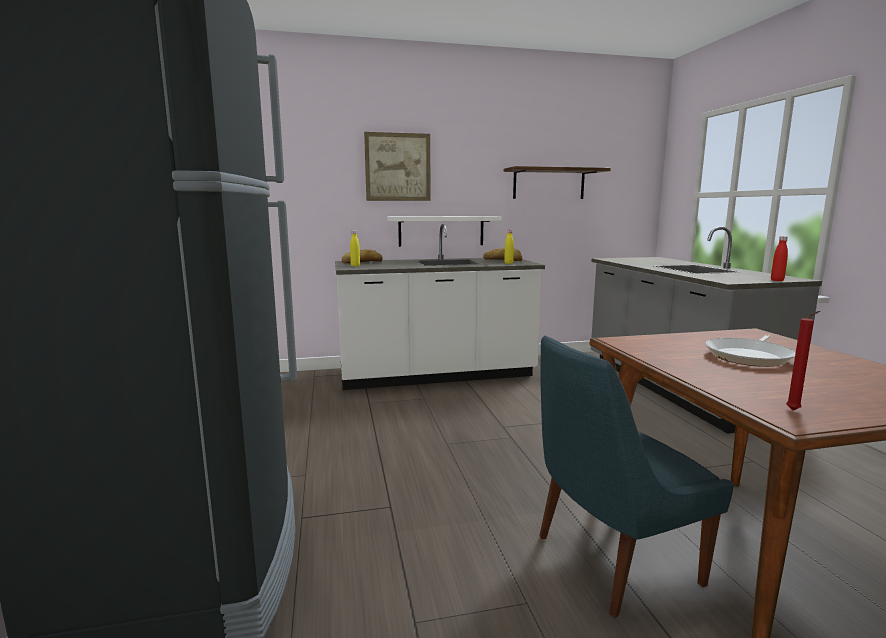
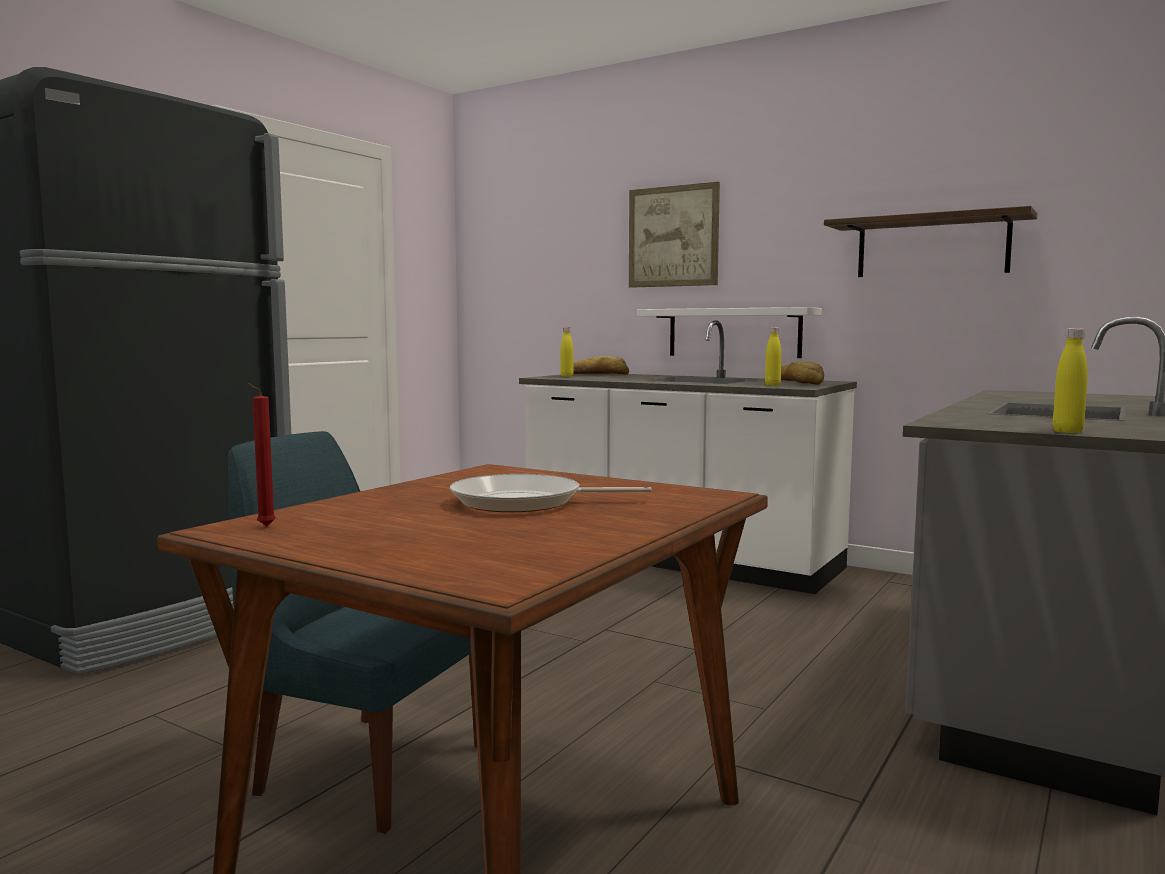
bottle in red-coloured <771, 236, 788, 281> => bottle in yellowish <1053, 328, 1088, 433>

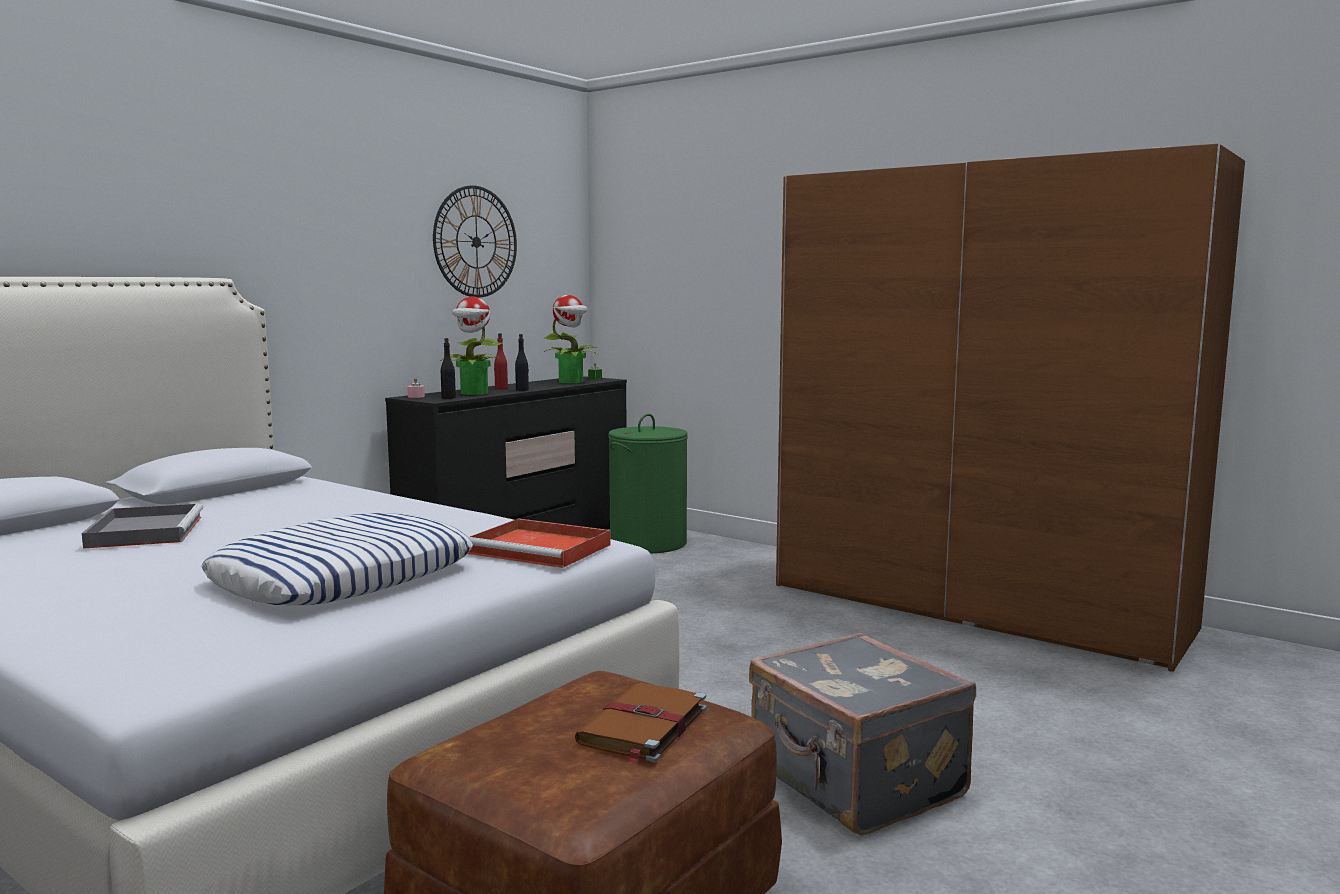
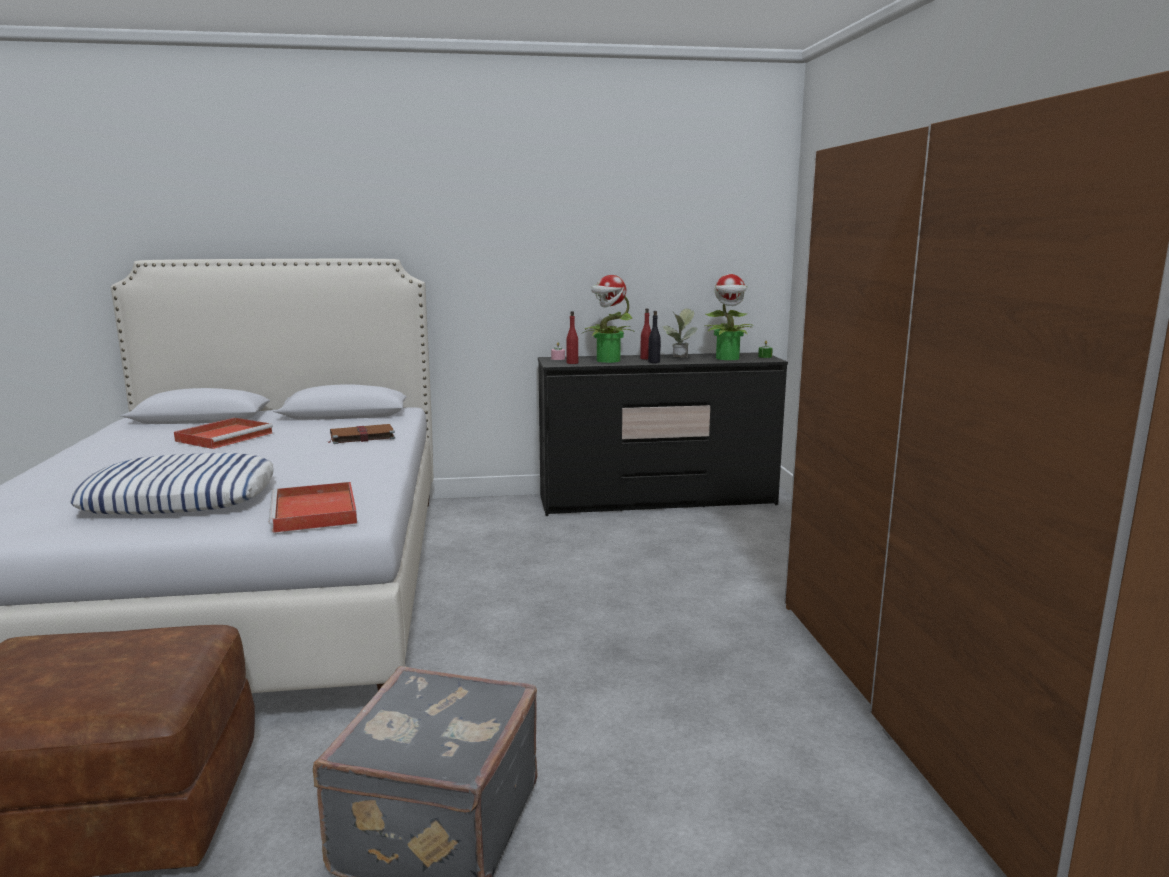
carrying tray in greyish <82, 503, 203, 549> => carrying tray in red-coloured <174, 418, 273, 449>
wall clock <433, 185, 517, 298> => nothing
bottle in black-coloured <441, 338, 456, 399> => bottle in red-coloured <566, 311, 578, 364>
book in brown <575, 682, 707, 765> => book in brown <328, 424, 395, 444>, move
laundry basket in greenish <608, 414, 688, 553> => nothing
nothing => potted plant <662, 308, 697, 358>

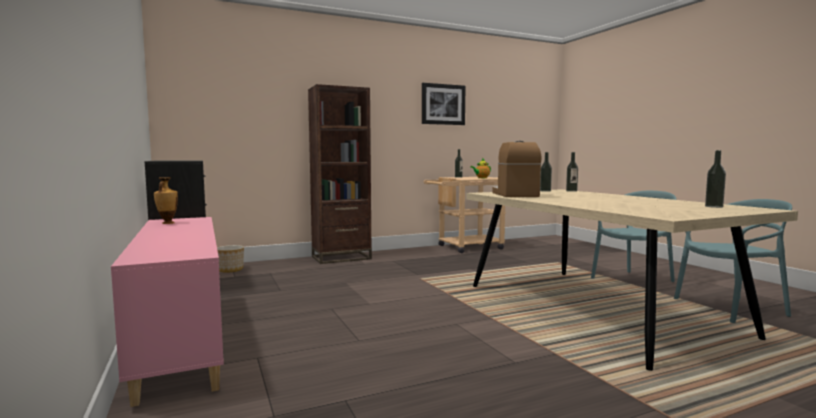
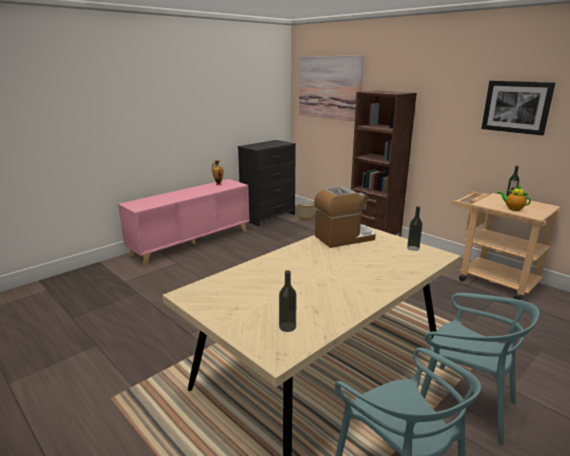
bottle <566, 152, 578, 192> => nothing
nothing => picture <299, 56, 364, 122>

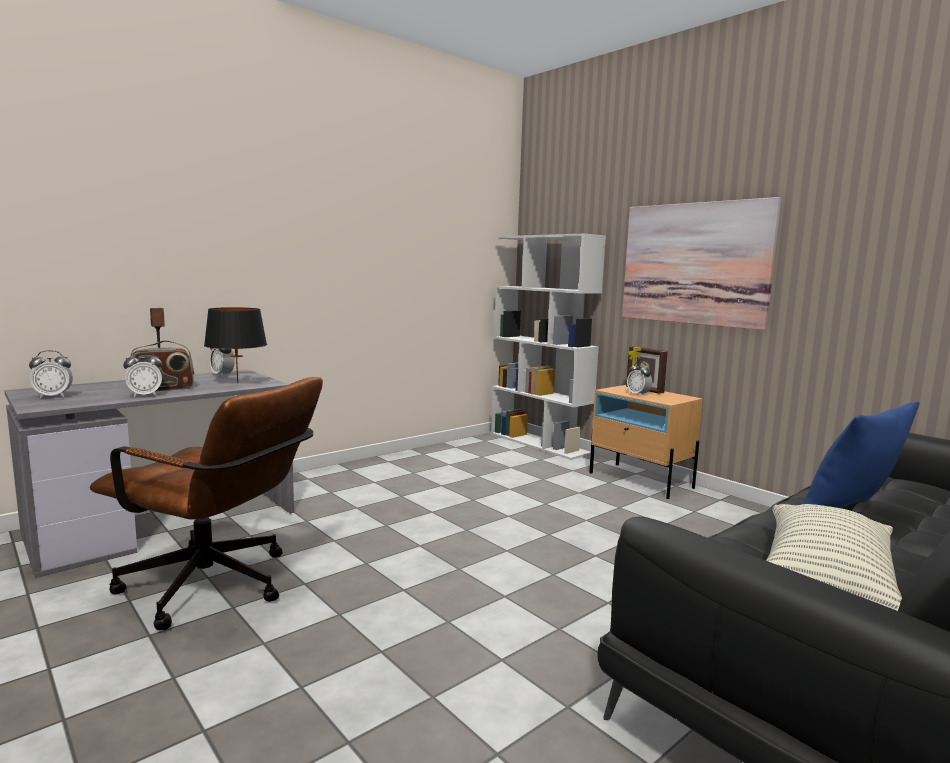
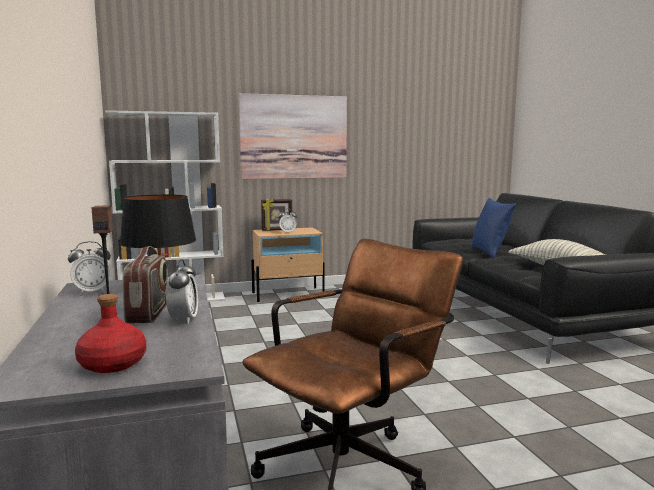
table clock <29, 350, 73, 398> => bottle in red-coloured <75, 294, 146, 373>

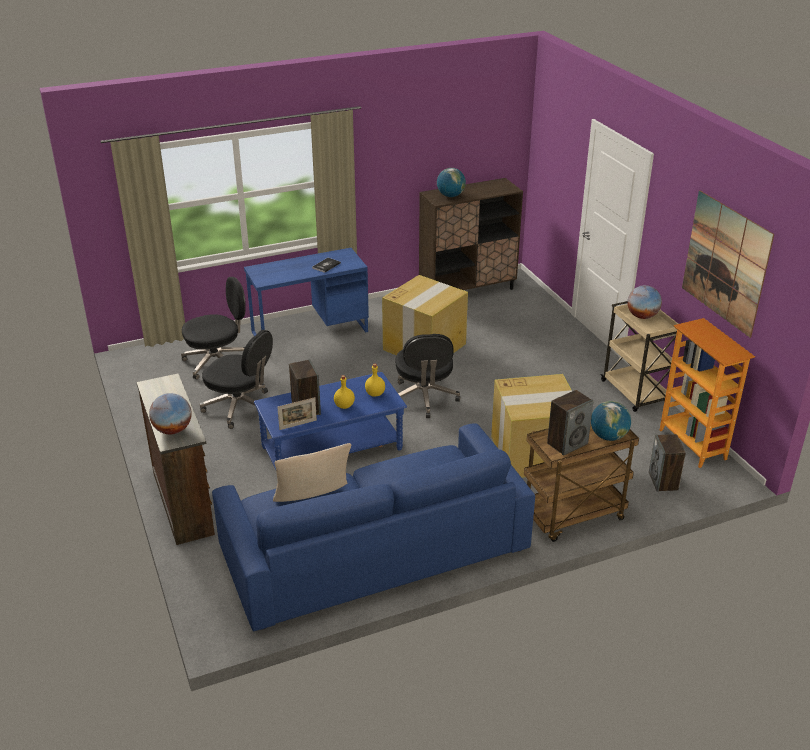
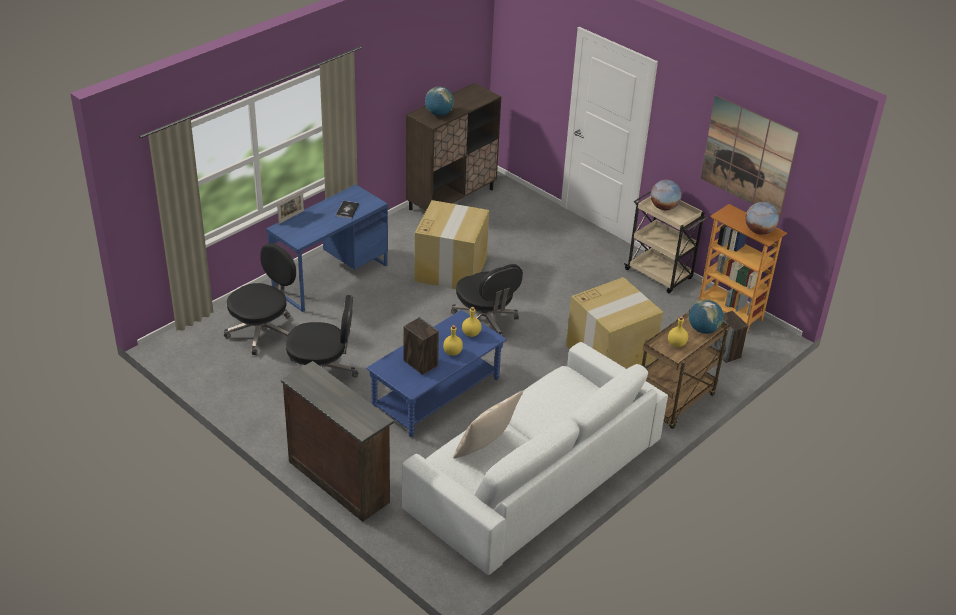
desk globe <149, 393, 192, 434> => desk globe <745, 202, 779, 235>, move
settee in blue-coloured <212, 423, 535, 631> => settee in white-coloured <402, 342, 668, 575>
picture frame <277, 397, 317, 430> => picture frame <277, 191, 304, 224>, move
audio speaker <547, 390, 594, 456> => bottle in yellowish <668, 316, 688, 347>

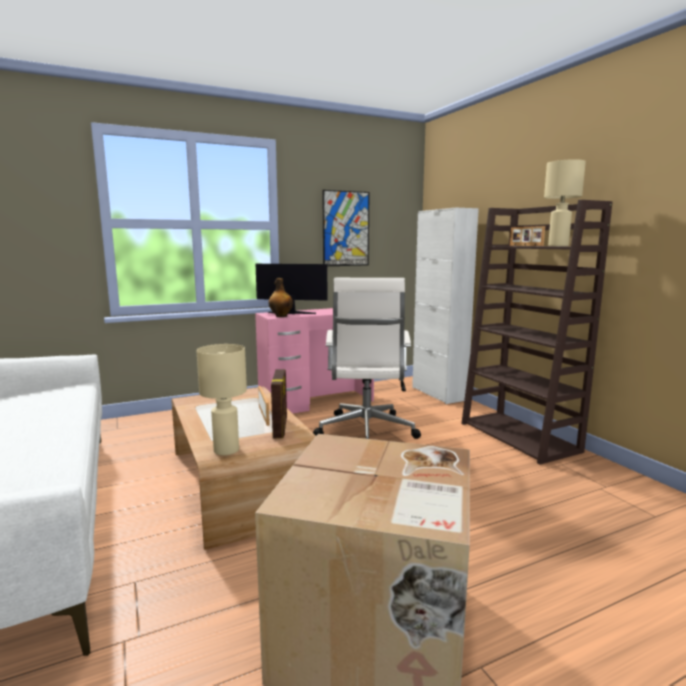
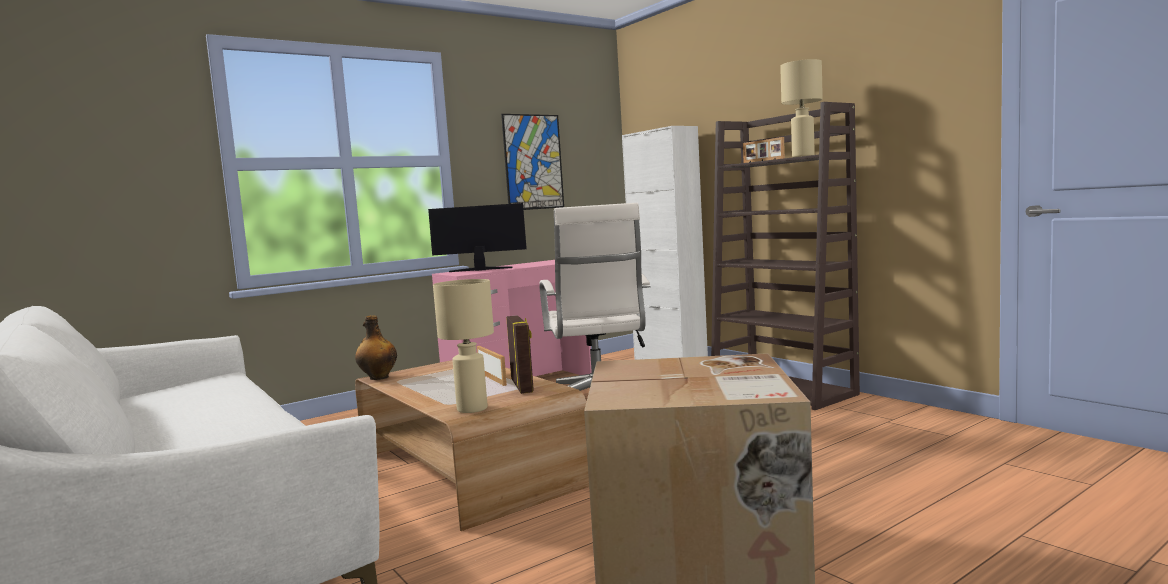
bottle <268, 278, 293, 317> => bottle <355, 315, 397, 380>, move

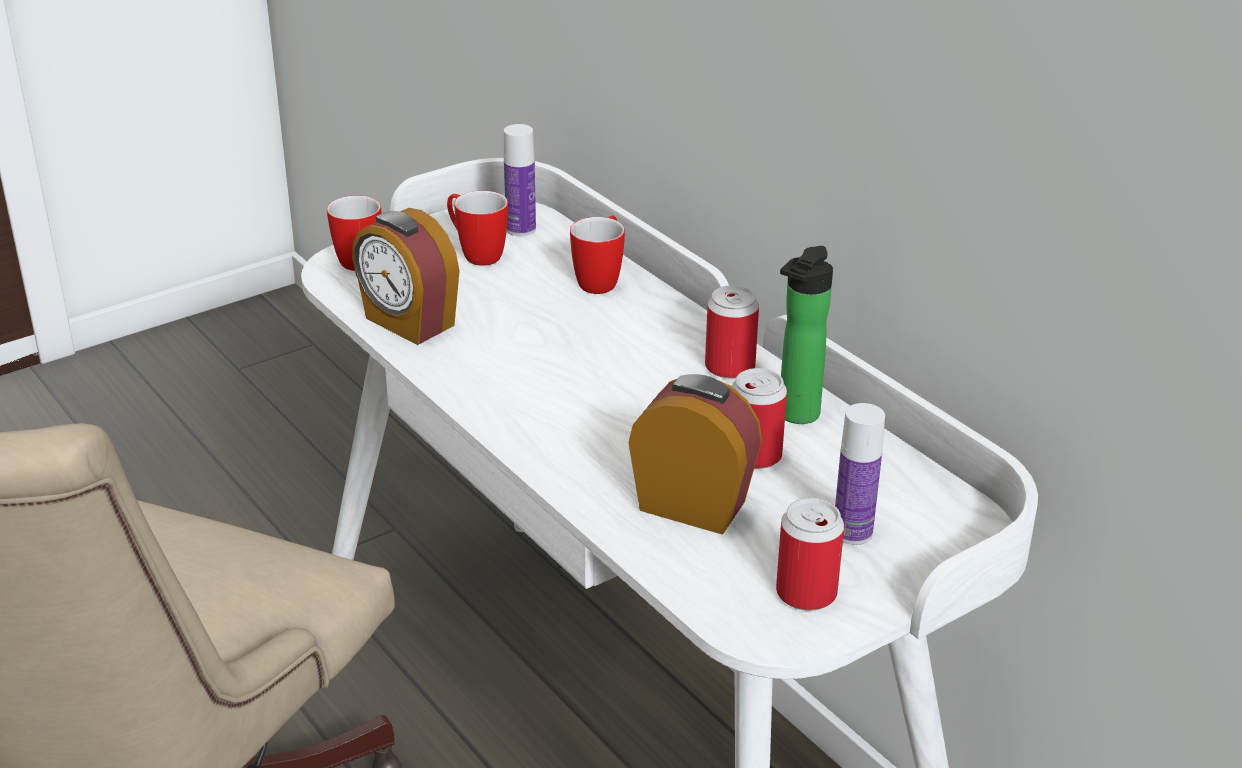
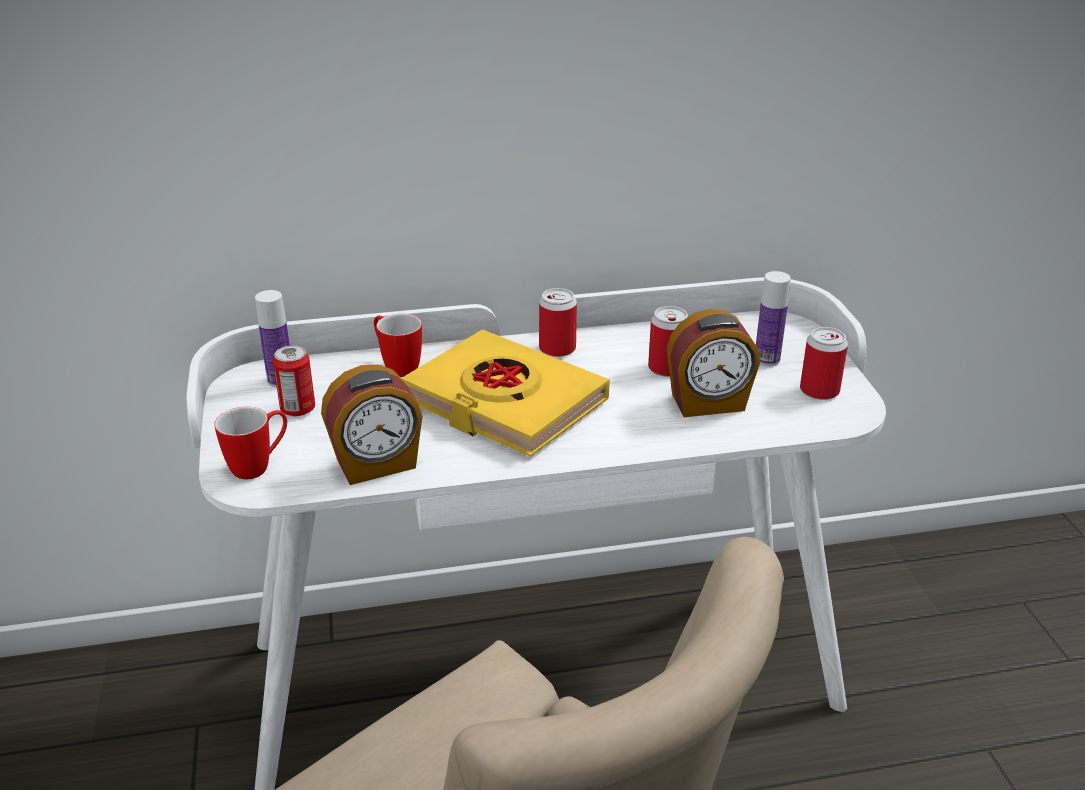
mug <447, 191, 508, 266> => can <273, 345, 315, 416>
table clock <628, 374, 762, 535> => table clock <666, 309, 760, 417>, 150 degrees counterclockwise
bottle <780, 246, 833, 424> => nothing
nothing => book in yellowish <402, 330, 610, 457>

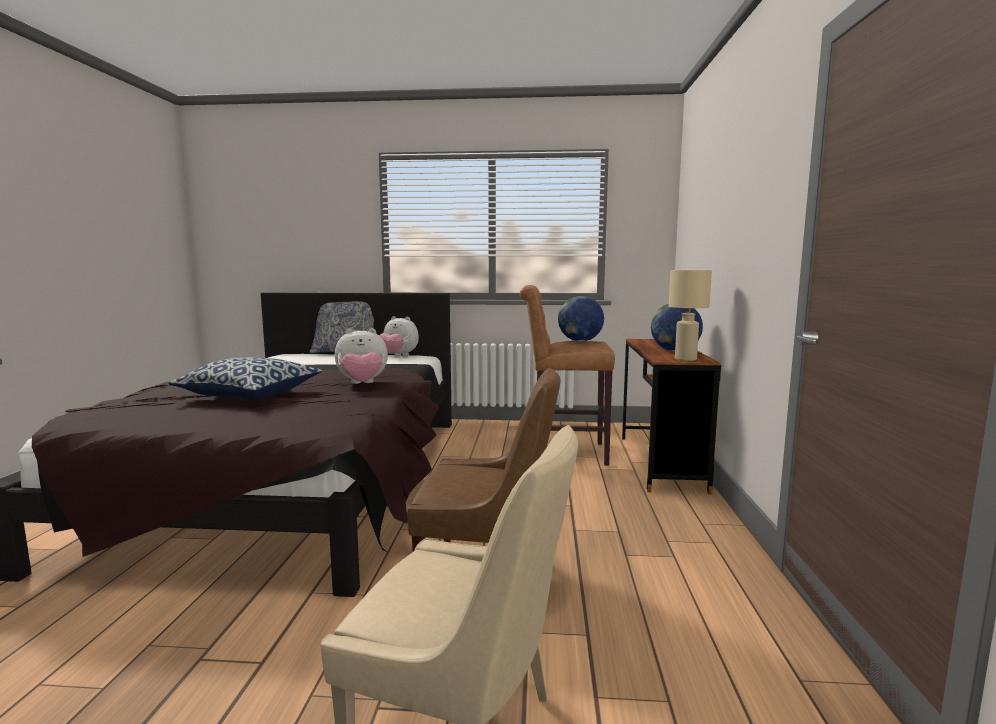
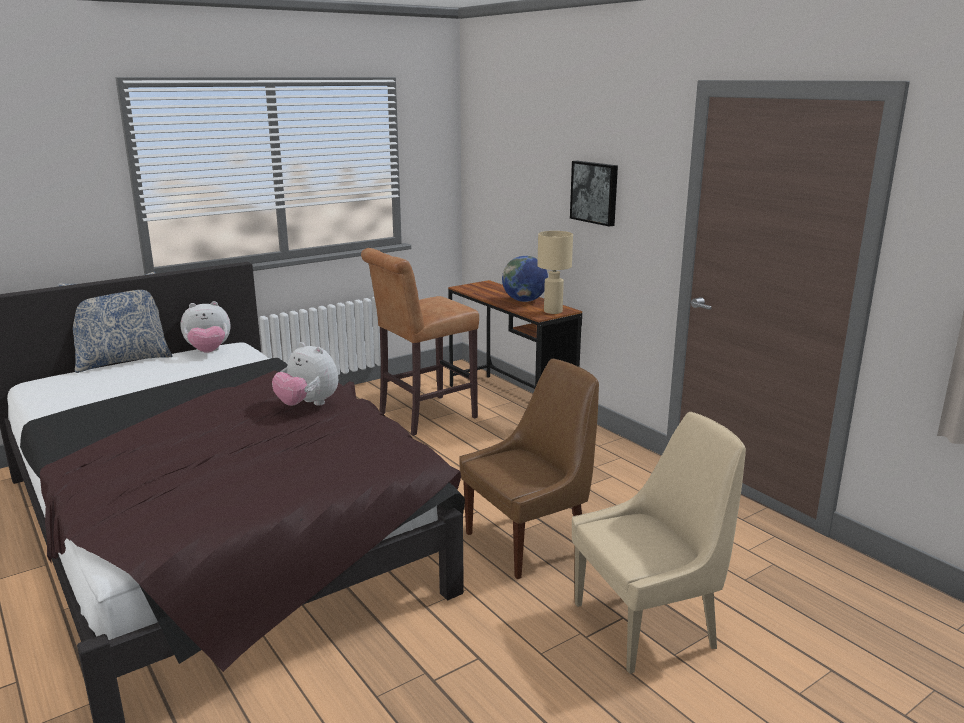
pillow <169, 357, 322, 399> => nothing
plush toy <335, 328, 388, 384> => plush toy <272, 342, 338, 406>, 90 degrees clockwise
desk globe <558, 296, 604, 342> => nothing
nothing => picture <570, 161, 618, 227>

